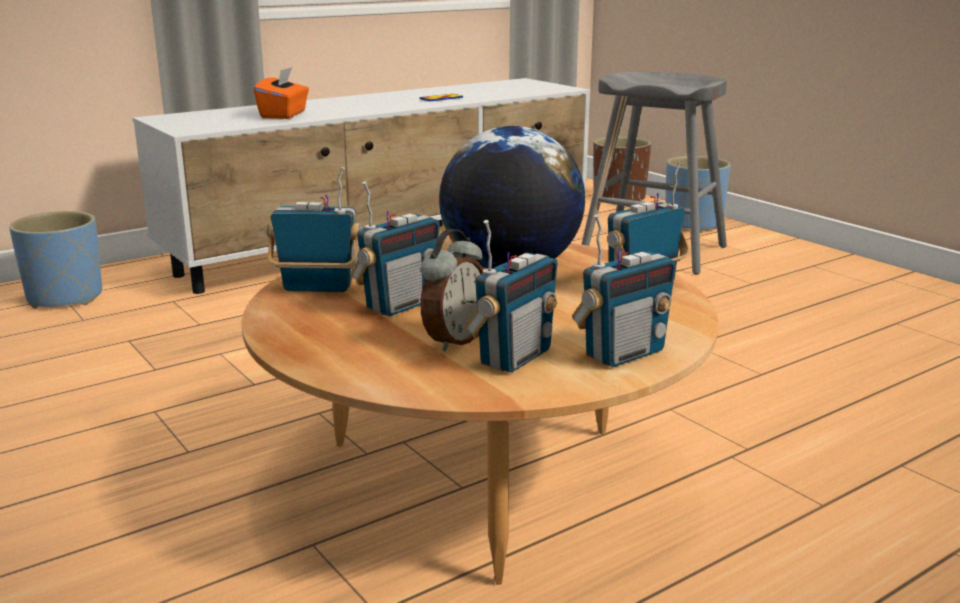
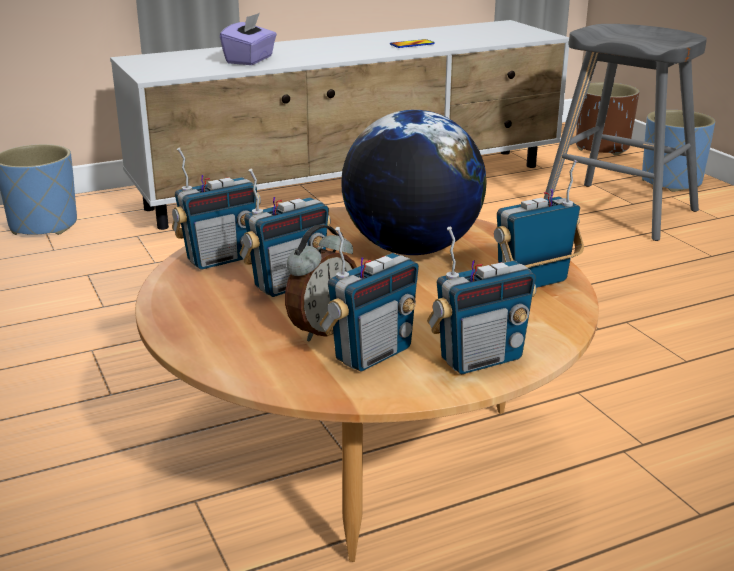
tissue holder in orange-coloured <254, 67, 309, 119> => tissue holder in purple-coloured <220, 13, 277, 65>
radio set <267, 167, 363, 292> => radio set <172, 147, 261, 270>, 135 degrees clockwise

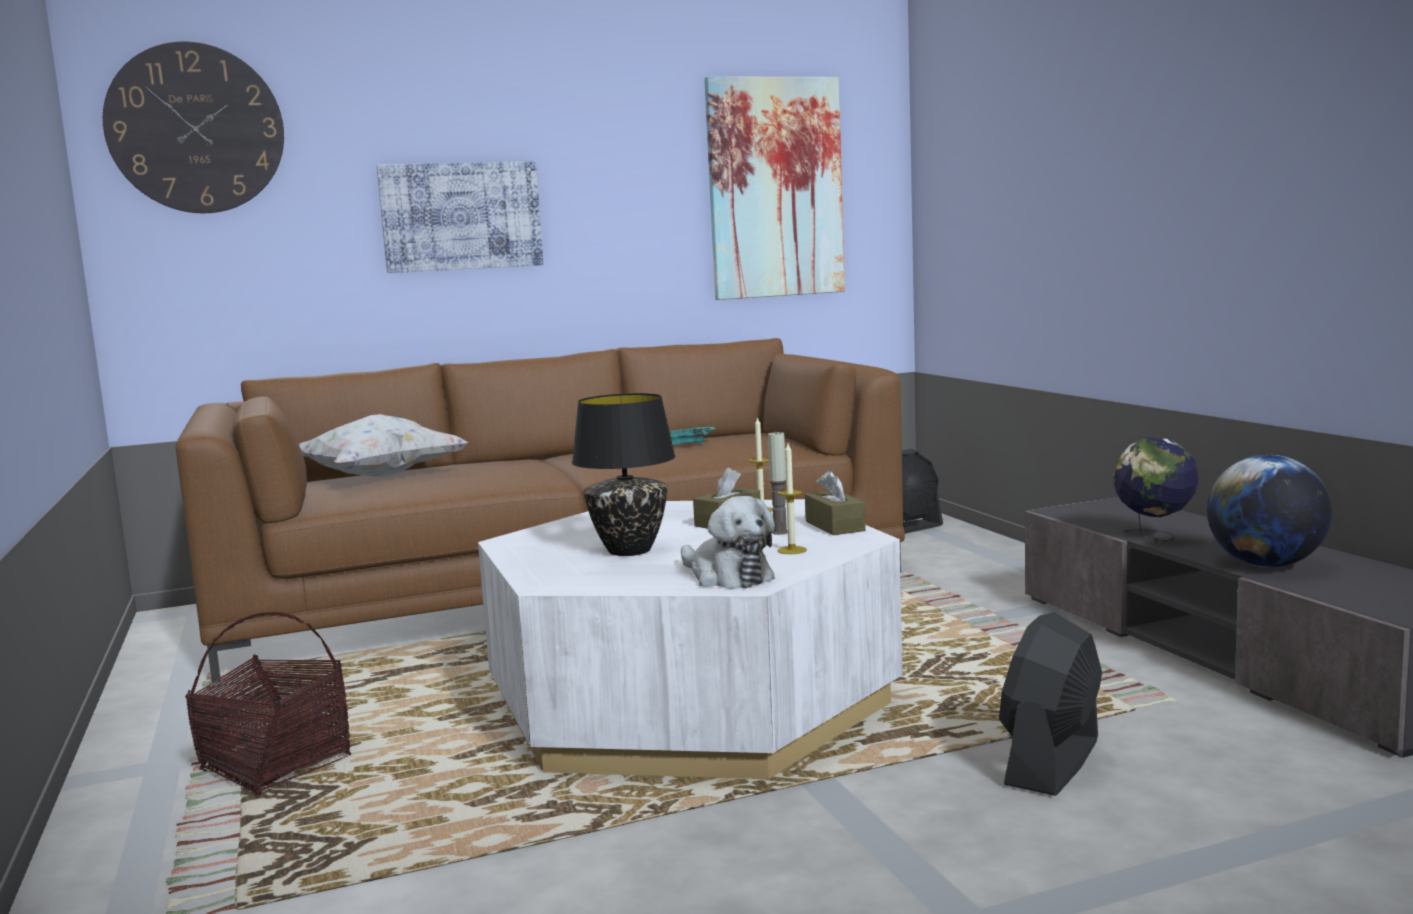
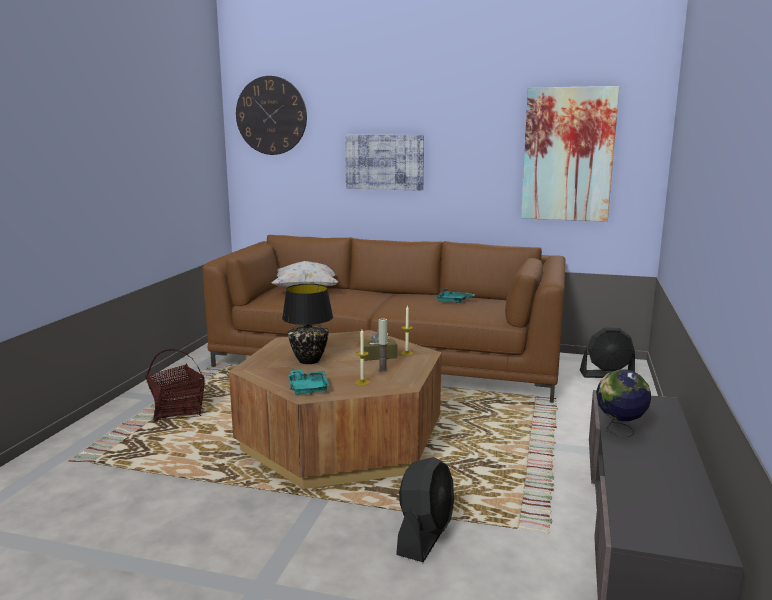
low table in white-coloured <478, 499, 903, 779> => low table in brown <229, 330, 442, 489>
plush toy <681, 496, 775, 589> => carrying tray in turquoise <288, 370, 330, 395>
tissue holder in brown <805, 470, 866, 535> => nothing
cooling fan in black-coloured <999, 612, 1102, 796> => cooling fan in black-coloured <396, 457, 454, 562>, 135 degrees clockwise
desk globe <1207, 455, 1332, 567> => nothing

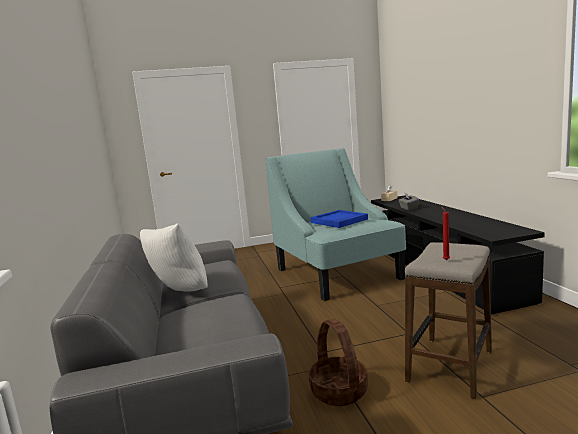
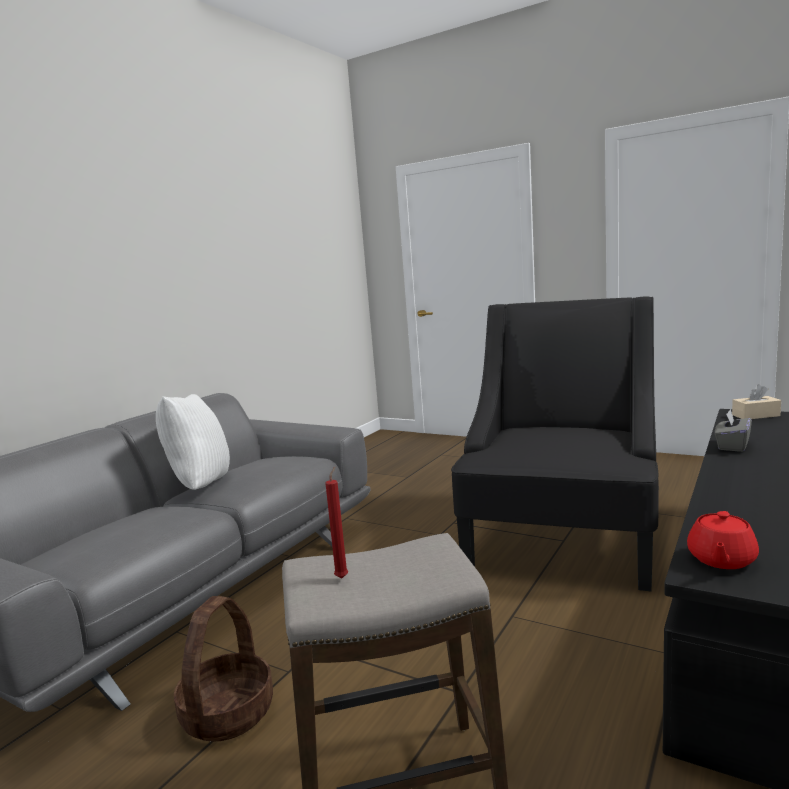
armchair in turquoise <265, 148, 406, 301> => armchair in black-coloured <451, 297, 659, 591>
carrying tray in blue-coloured <310, 210, 368, 228> => nothing
nothing => tea pot in red-coloured <687, 511, 759, 569>

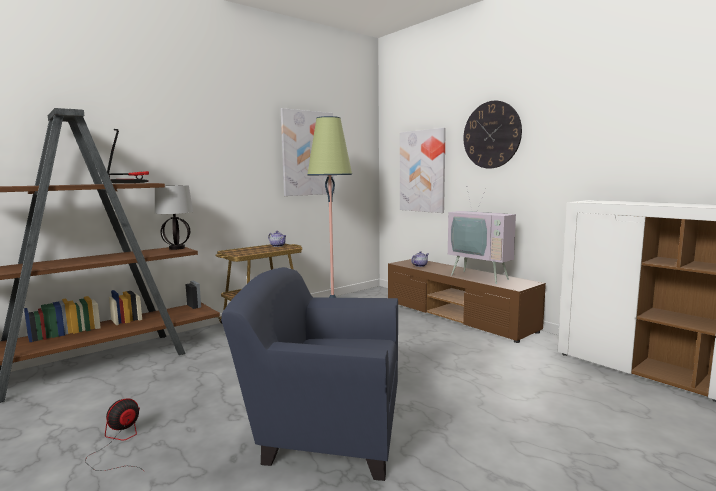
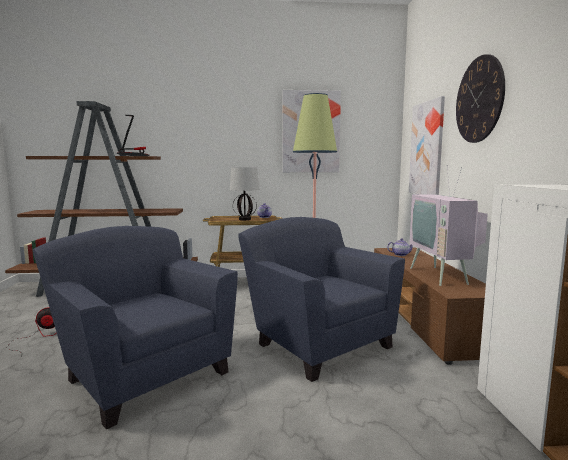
lamp for a table <155, 185, 193, 250> => lamp for a table <230, 167, 259, 220>, move
nothing => armchair in blue-coloured <238, 217, 405, 382>

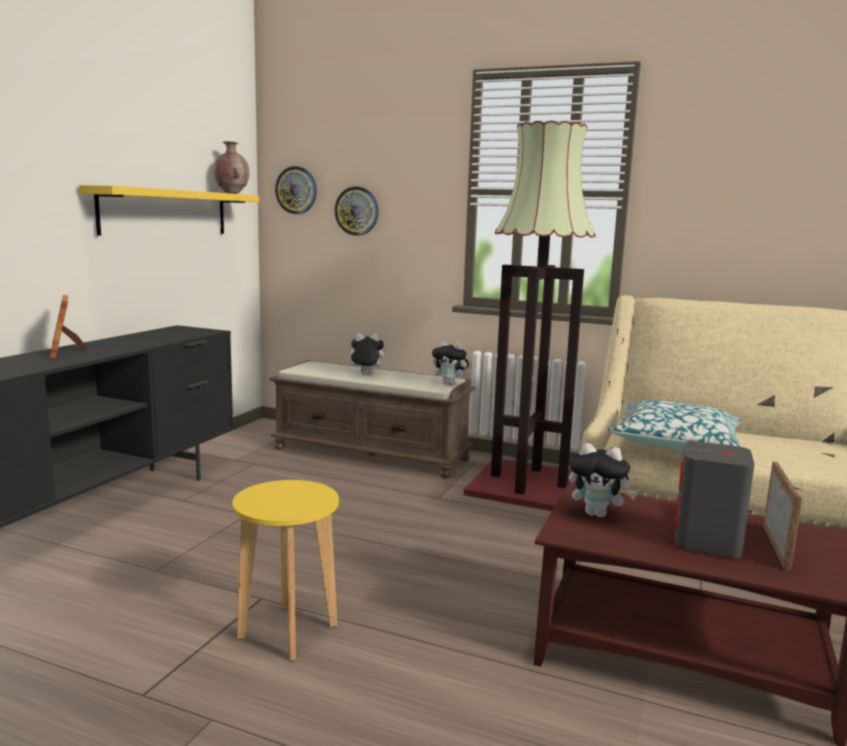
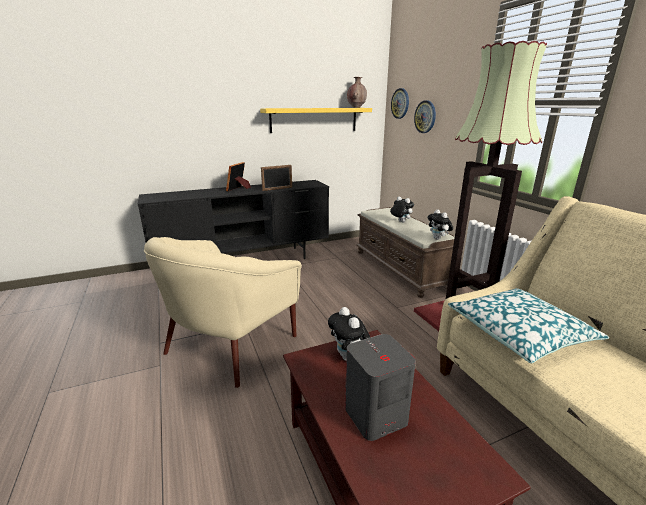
stool seat in yellowish <232, 480, 339, 661> => armchair in beige <144, 237, 302, 388>
picture frame <763, 461, 802, 571> => picture frame <261, 165, 292, 191>, move

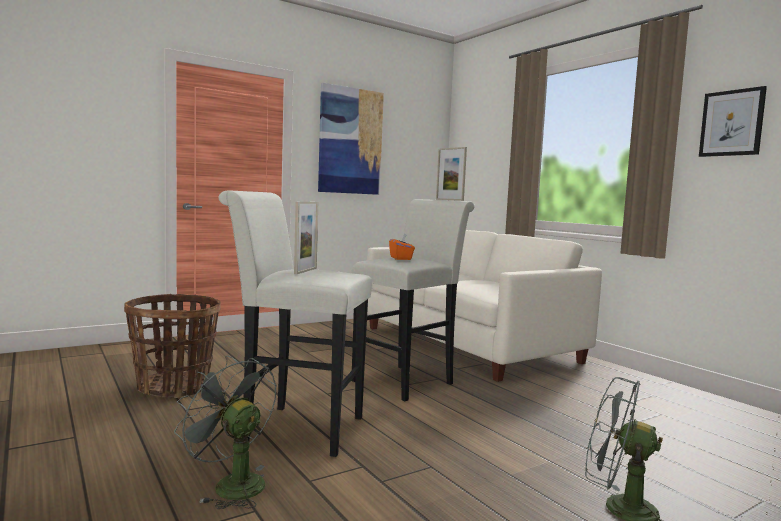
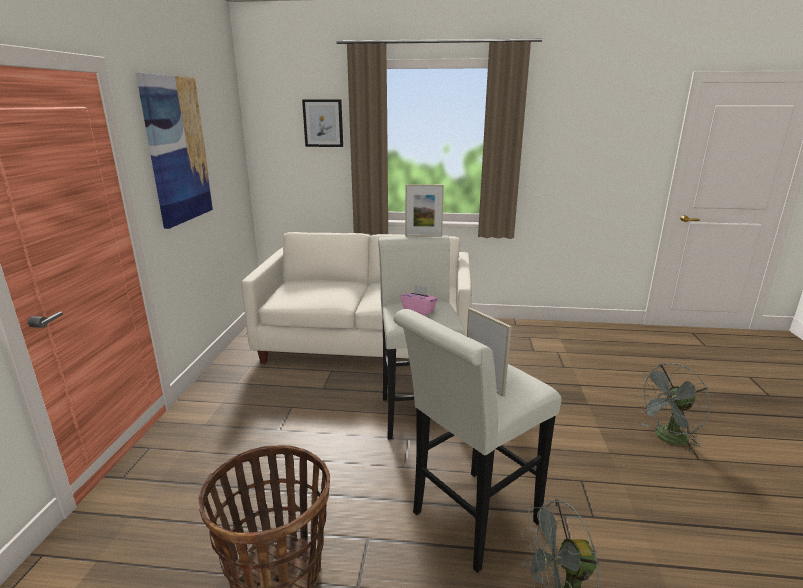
tissue holder in orange-coloured <389, 234, 415, 260> => tissue holder in pinkish <401, 285, 438, 315>
picture <699, 86, 767, 157> => picture <302, 99, 343, 147>, move

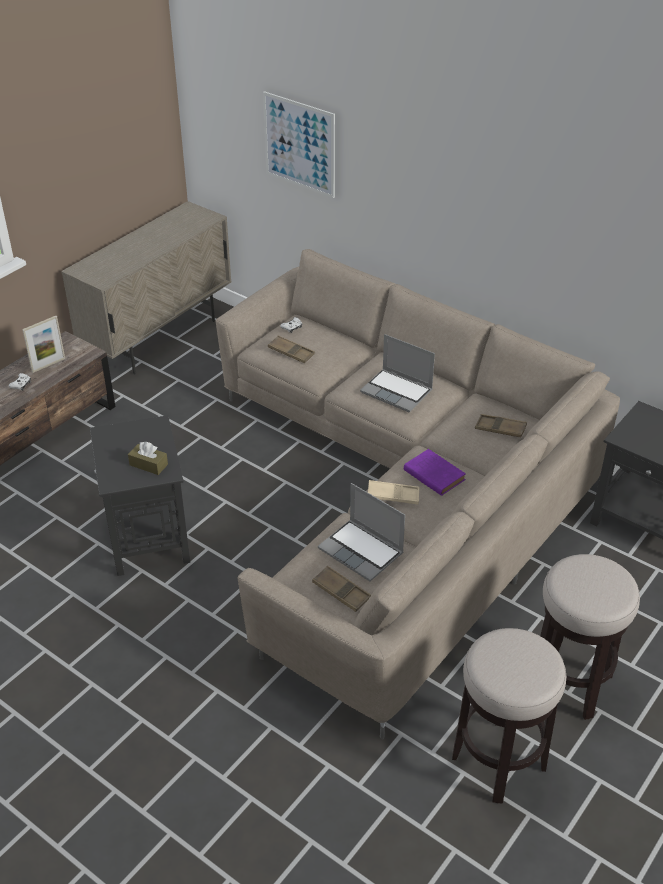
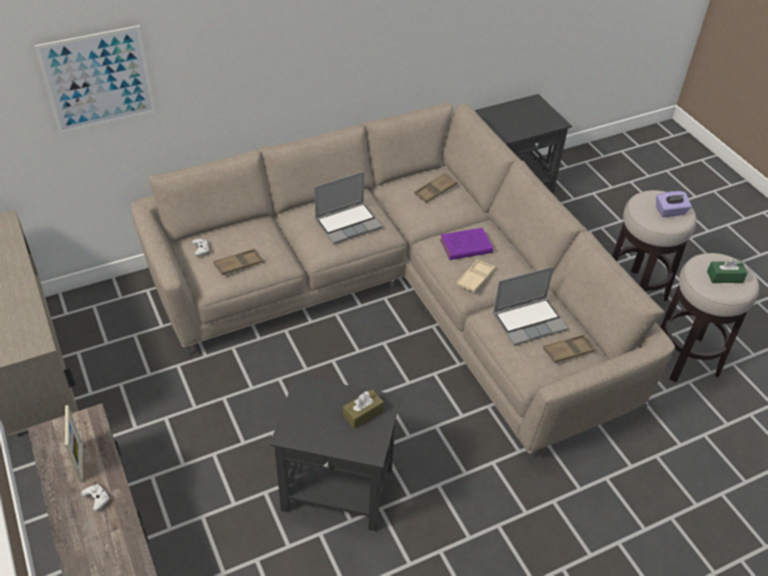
nothing => tissue holder in purple-coloured <656, 191, 692, 217>
nothing => tissue holder in greenish <707, 258, 748, 283>

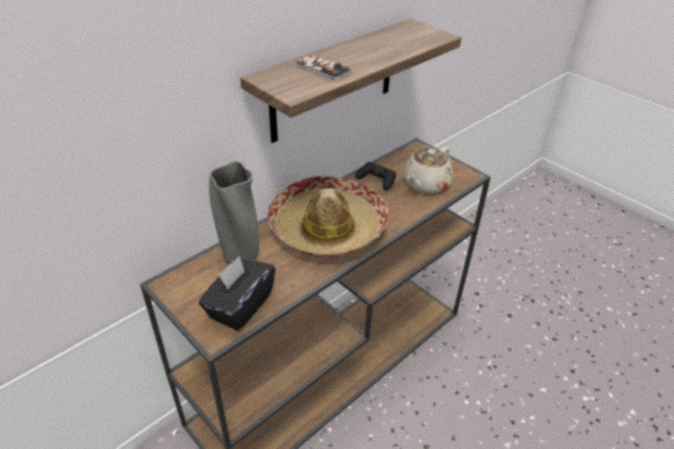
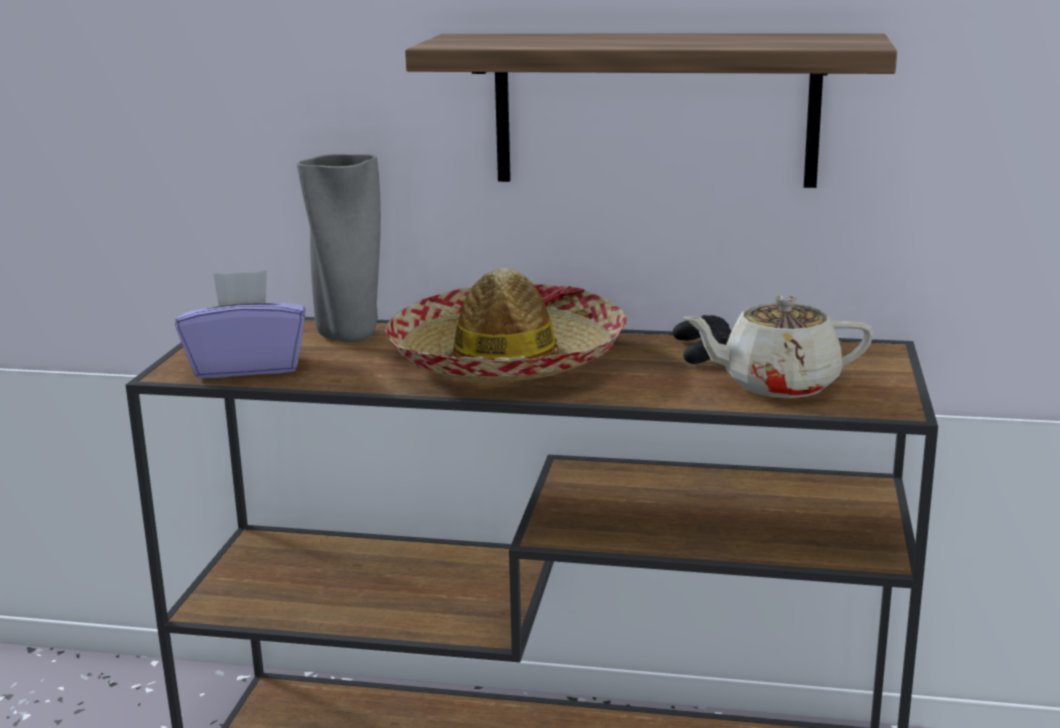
tissue holder in black-coloured <199, 255, 275, 331> => tissue holder in purple-coloured <175, 270, 305, 378>
phone <296, 55, 351, 80> => nothing

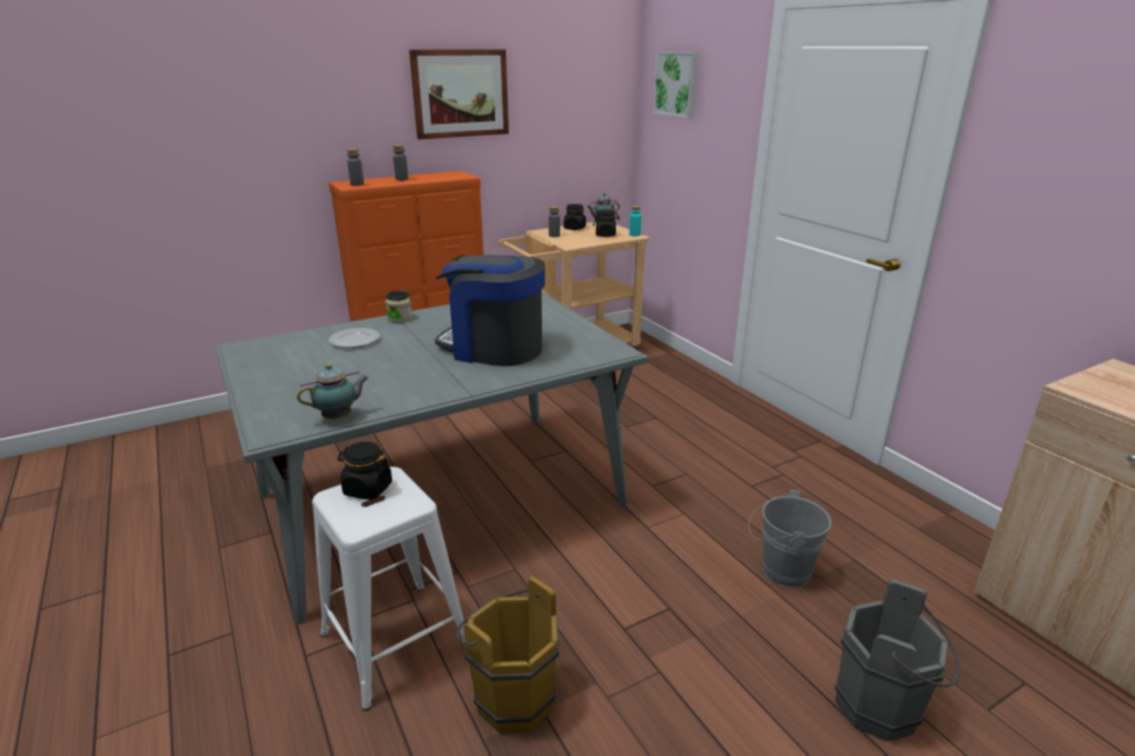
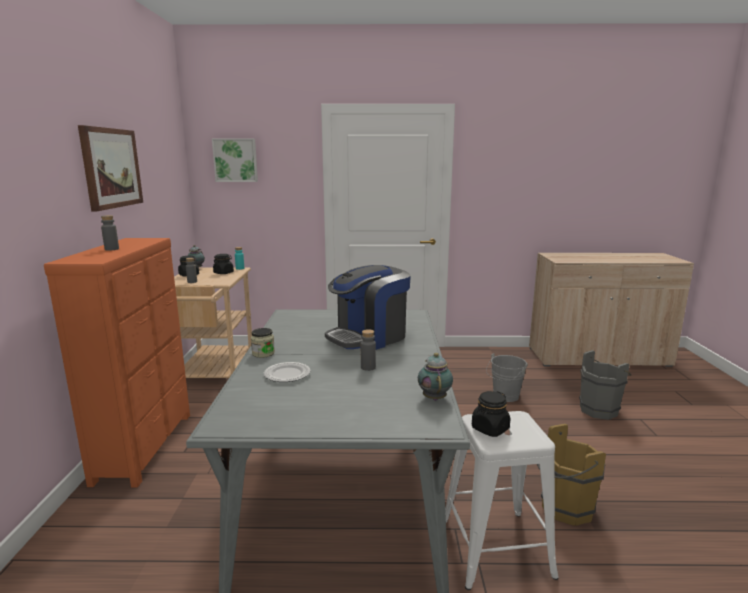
bottle in greyish <347, 149, 364, 186> => bottle in greyish <361, 329, 376, 371>, move

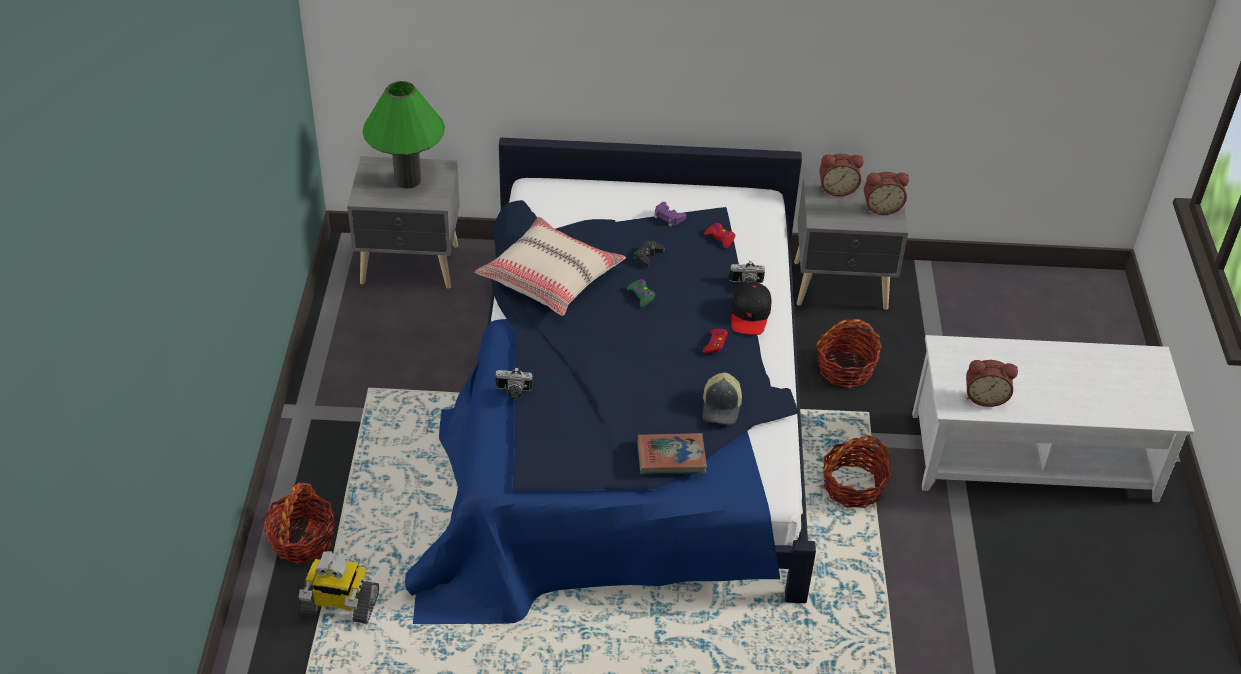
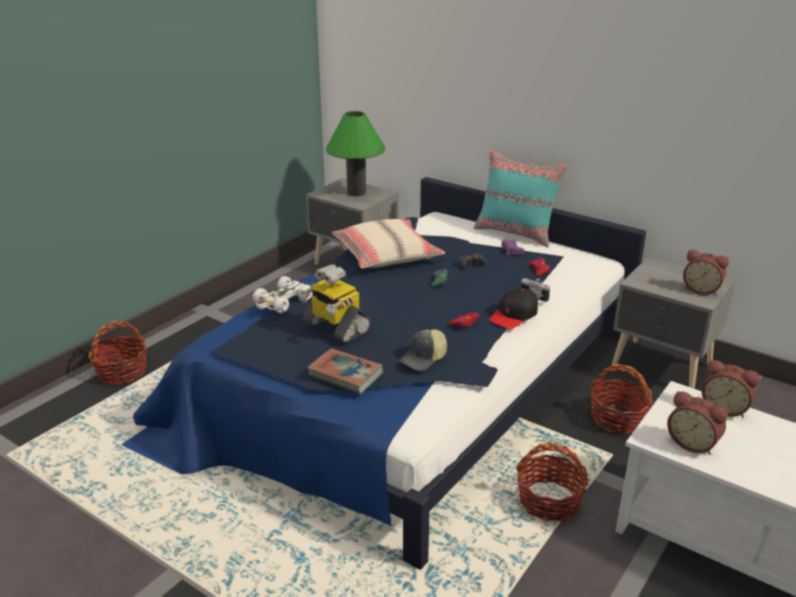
model robot <299, 551, 379, 624> => model robot <298, 265, 371, 343>, move
still camera <495, 367, 533, 400> => miniature car in white-coloured <253, 276, 313, 313>
table clock <819, 154, 864, 197> => table clock <702, 360, 760, 417>, move
nothing => pillow in turquoise <474, 150, 568, 247>

